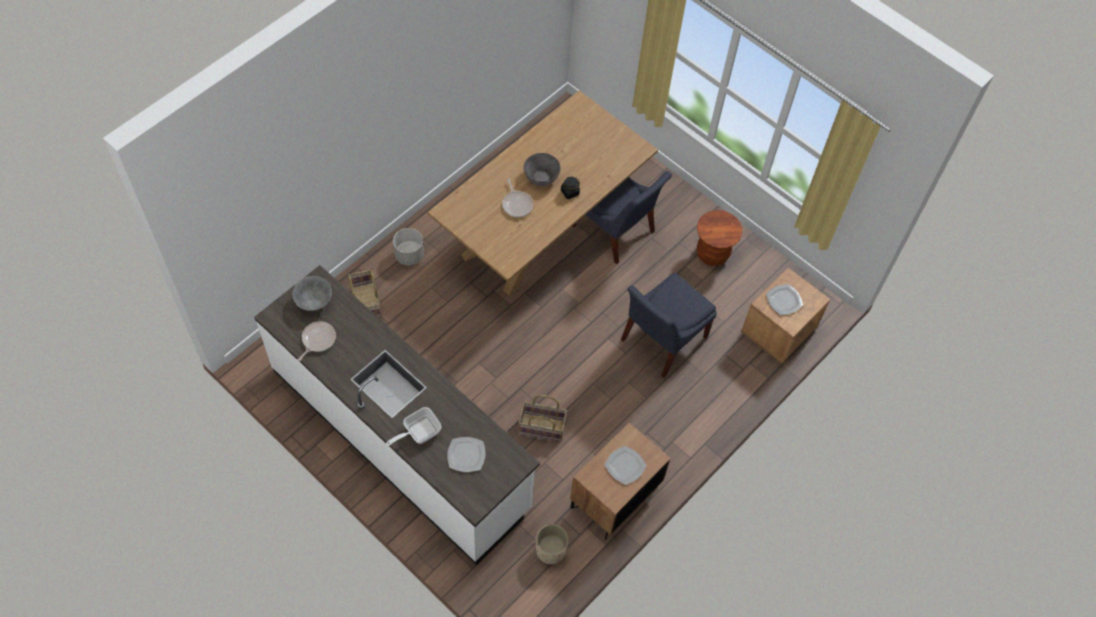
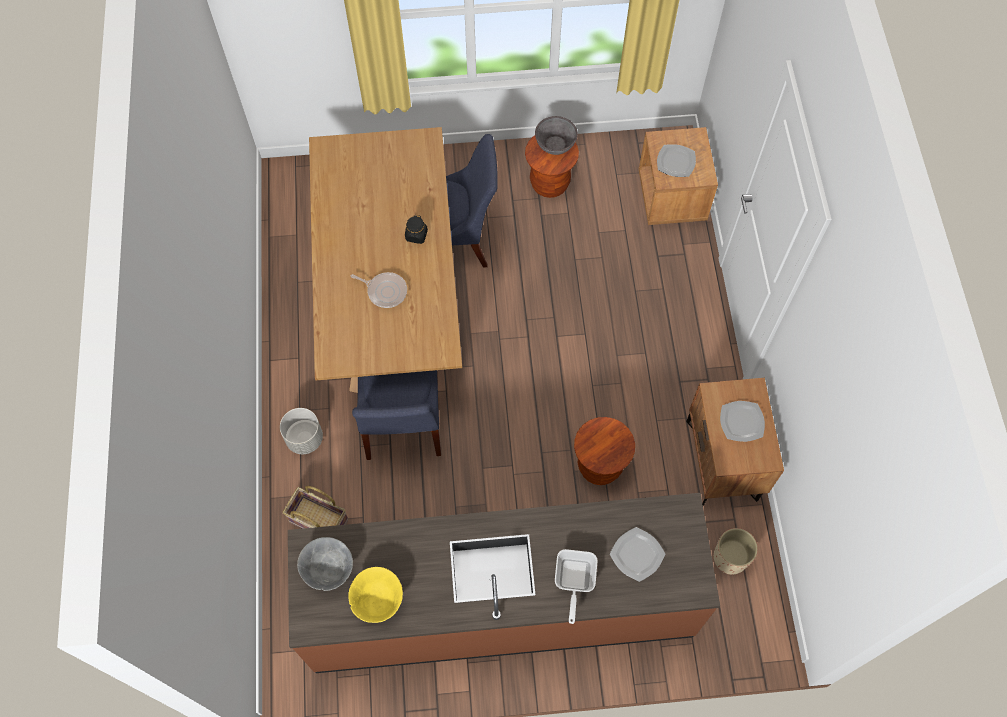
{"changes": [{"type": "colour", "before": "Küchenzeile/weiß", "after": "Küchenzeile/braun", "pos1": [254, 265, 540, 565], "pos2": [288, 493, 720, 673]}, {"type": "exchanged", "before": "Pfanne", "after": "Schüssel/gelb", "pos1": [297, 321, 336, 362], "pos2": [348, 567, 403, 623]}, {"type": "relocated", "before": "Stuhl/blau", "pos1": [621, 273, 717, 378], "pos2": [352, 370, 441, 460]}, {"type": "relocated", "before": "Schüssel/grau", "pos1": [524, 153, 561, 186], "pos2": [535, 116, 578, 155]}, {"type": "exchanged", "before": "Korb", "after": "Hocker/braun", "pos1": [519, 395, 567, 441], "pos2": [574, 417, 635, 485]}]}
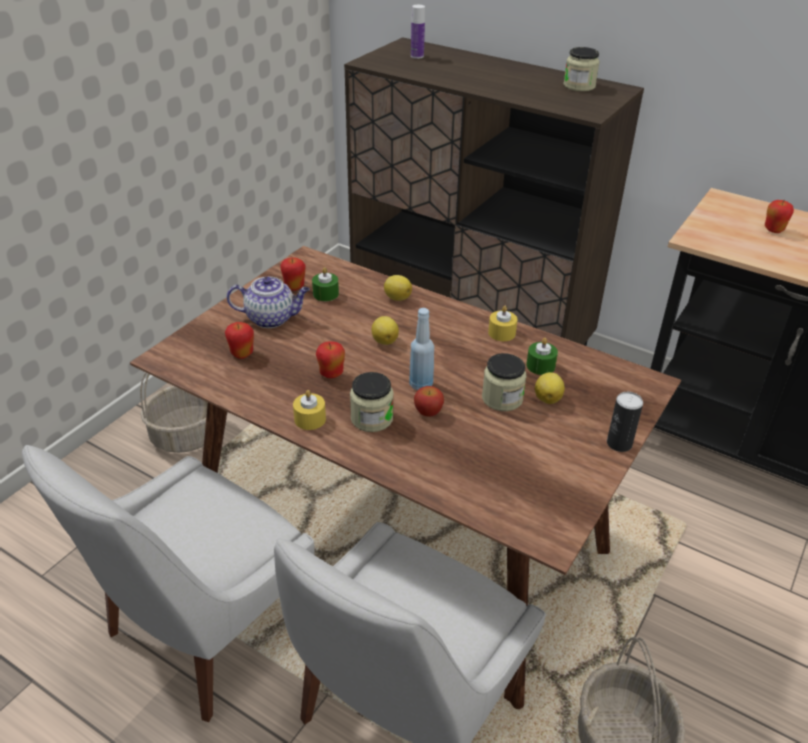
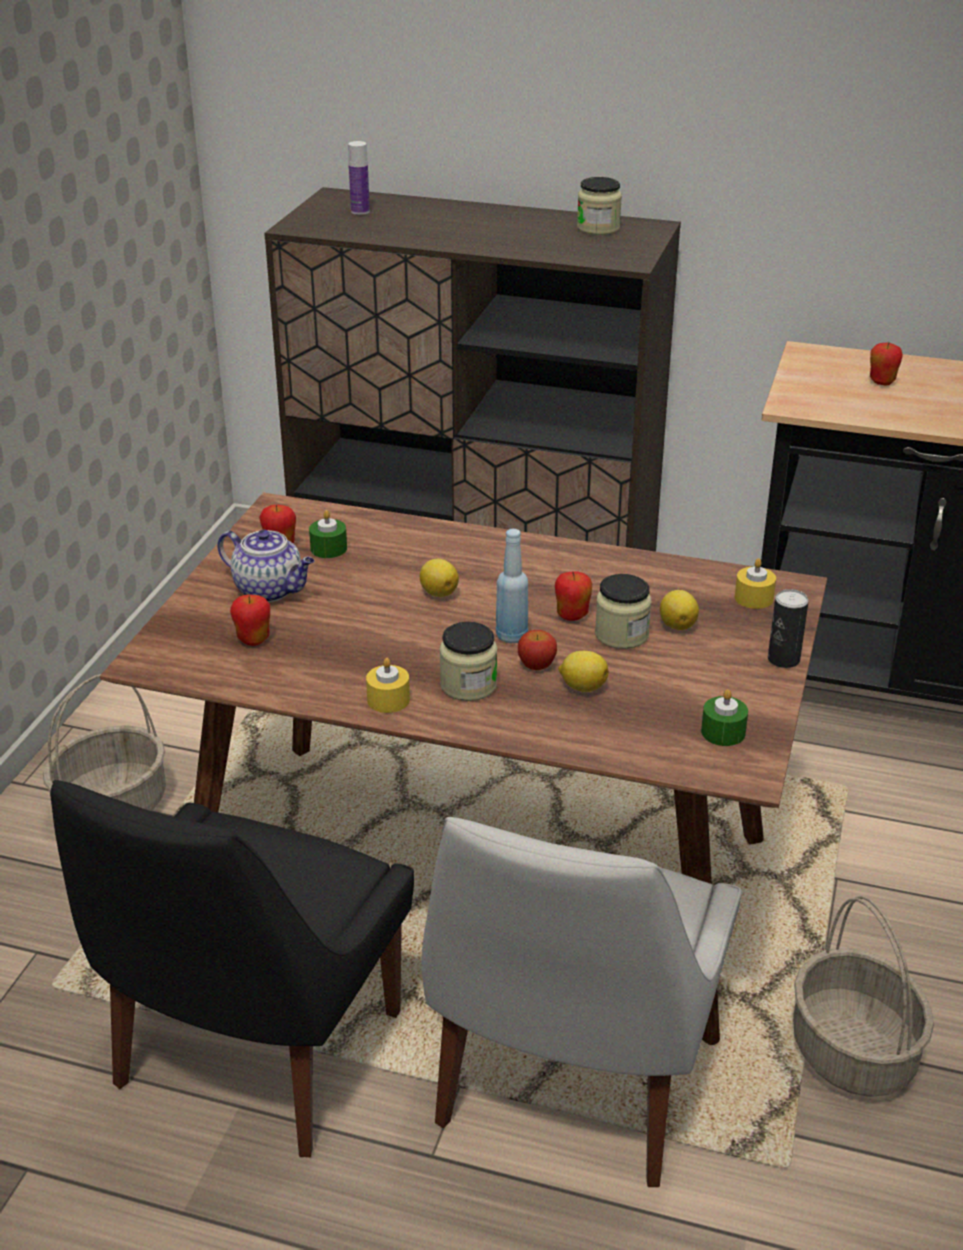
{"changes": [{"type": "colour", "before": "Stuhl/weiß", "after": "Stuhl/schwarz", "pos1": [22, 445, 315, 722], "pos2": [50, 780, 414, 1157]}, {"type": "spun", "before": "Teekanne", "pos1": [227, 277, 310, 328], "pos2": [217, 530, 314, 602], "turn": 45}, {"type": "relocated", "before": "Apfel", "pos1": [316, 342, 345, 378], "pos2": [555, 571, 592, 621]}, {"type": "relocated", "before": "Zitrone", "pos1": [384, 275, 412, 301], "pos2": [558, 651, 609, 692]}, {"type": "relocated", "before": "Kerze/grün", "pos1": [526, 338, 558, 375], "pos2": [701, 689, 748, 746]}, {"type": "relocated", "before": "Kerze/gelb", "pos1": [488, 306, 518, 341], "pos2": [735, 558, 776, 609]}]}
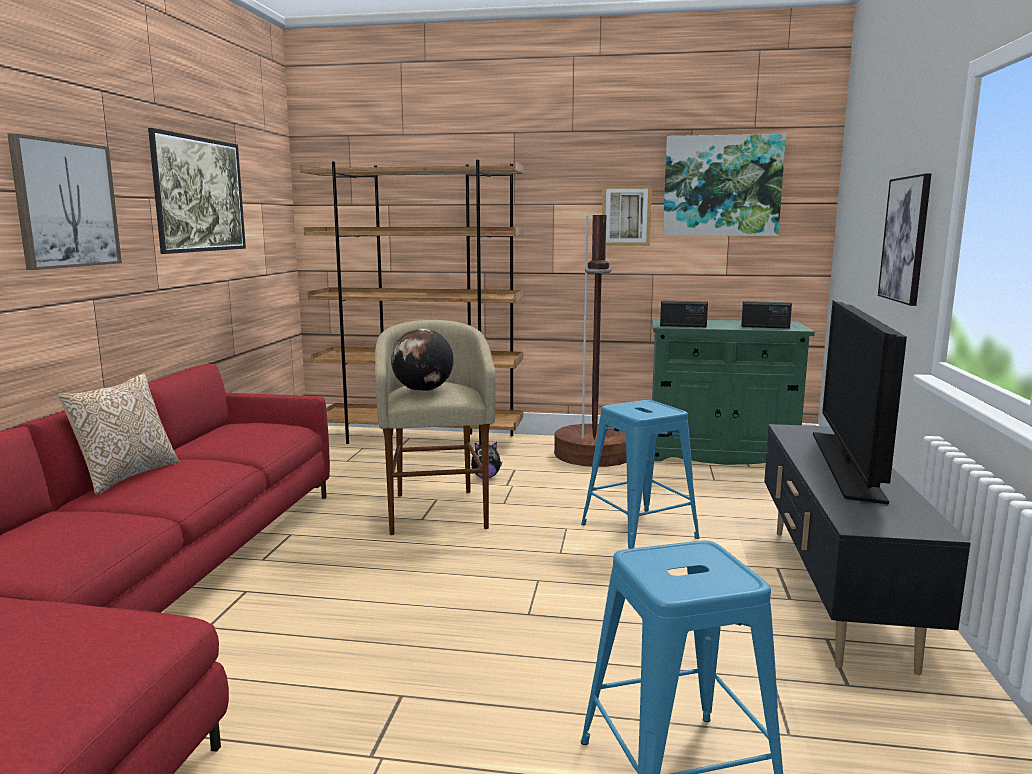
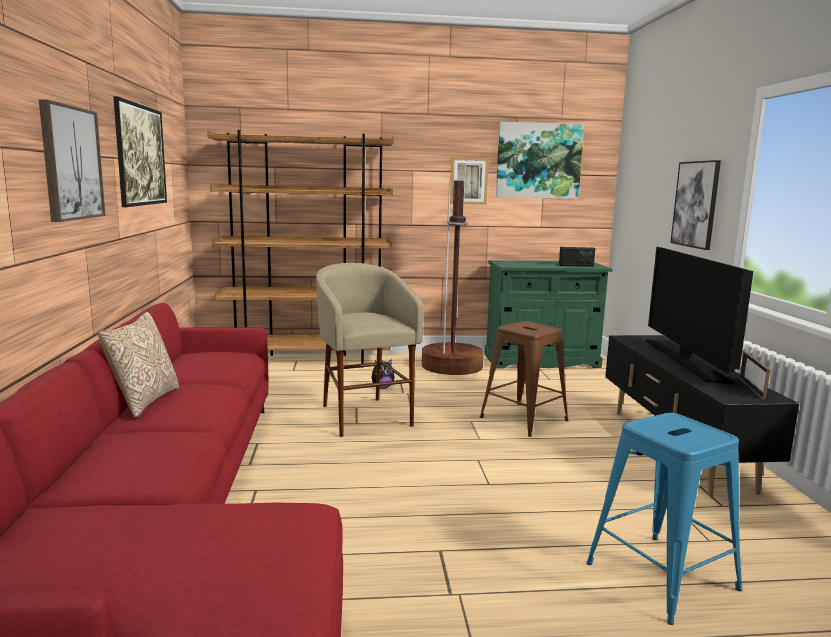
{"changes": [{"type": "colour", "before": "Hocker/blau", "after": "Hocker/braun", "pos1": [581, 400, 700, 549], "pos2": [480, 321, 568, 437]}, {"type": "appeared", "after": "Bilderrahmen", "pos2": [740, 351, 770, 400]}, {"type": "missing", "before": "Globus", "pos1": [391, 329, 454, 391]}, {"type": "missing", "before": "Radio", "pos1": [660, 301, 708, 327]}]}
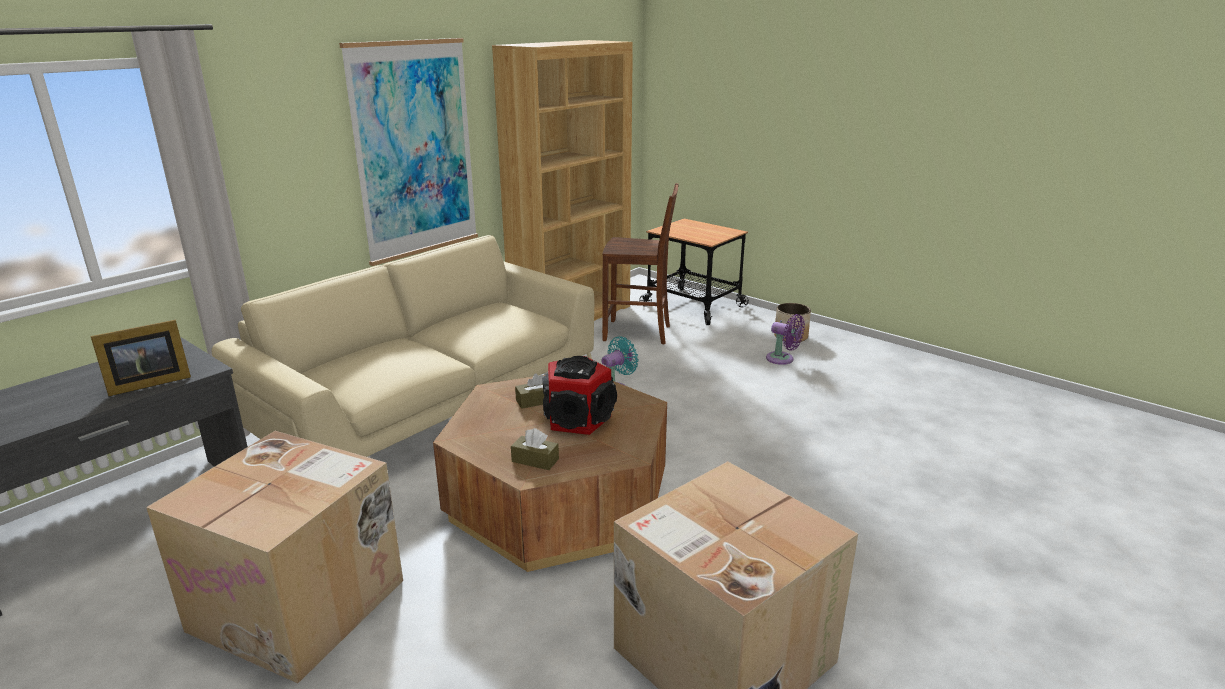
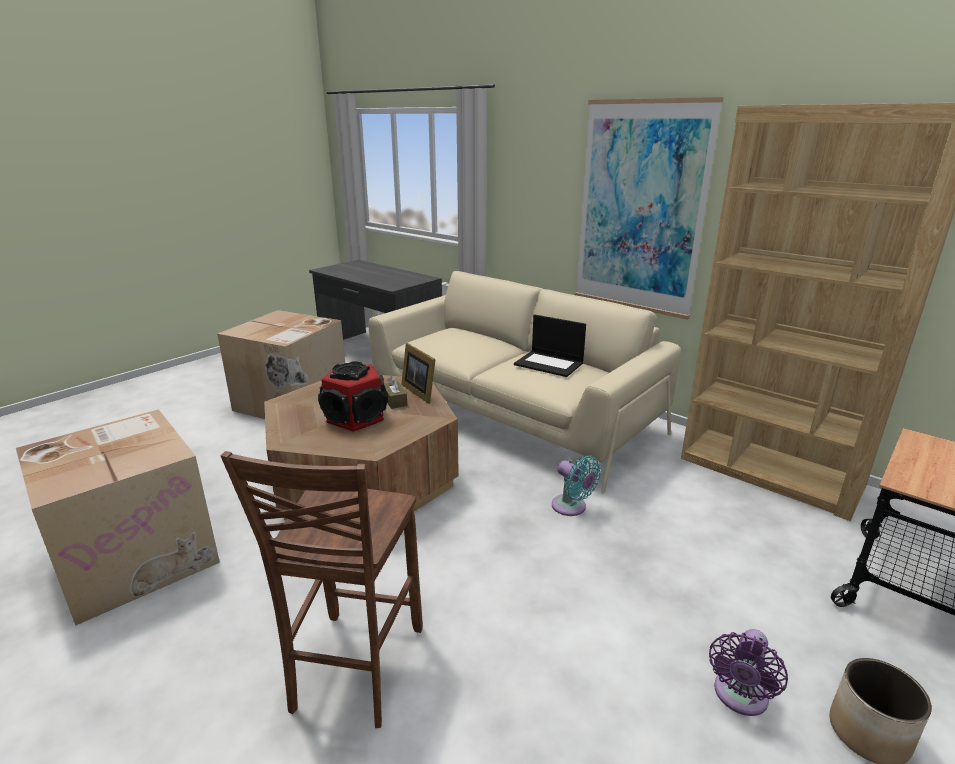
{"changes": [{"type": "relocated", "before": "Stuhl/braun", "pos1": [602, 183, 679, 344], "pos2": [221, 451, 423, 728]}, {"type": "relocated", "before": "Bilderrahmen", "pos1": [91, 320, 191, 396], "pos2": [401, 343, 436, 404]}, {"type": "appeared", "after": "Laptop", "pos2": [514, 314, 586, 377]}, {"type": "missing", "before": "Taschentuchbox/braun", "pos1": [511, 428, 559, 470]}]}
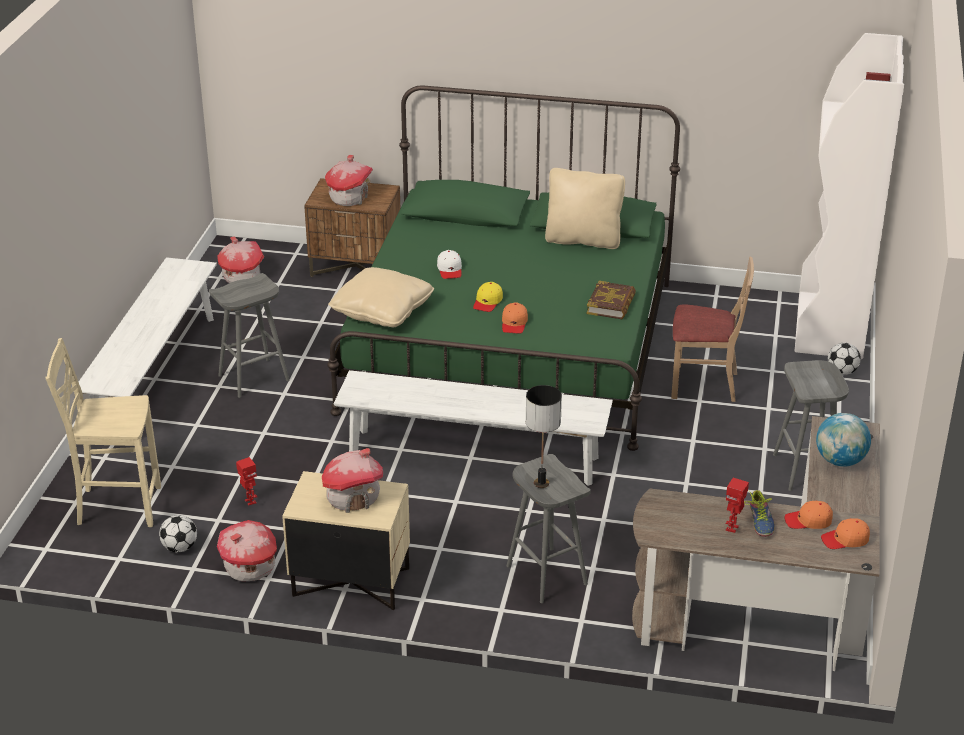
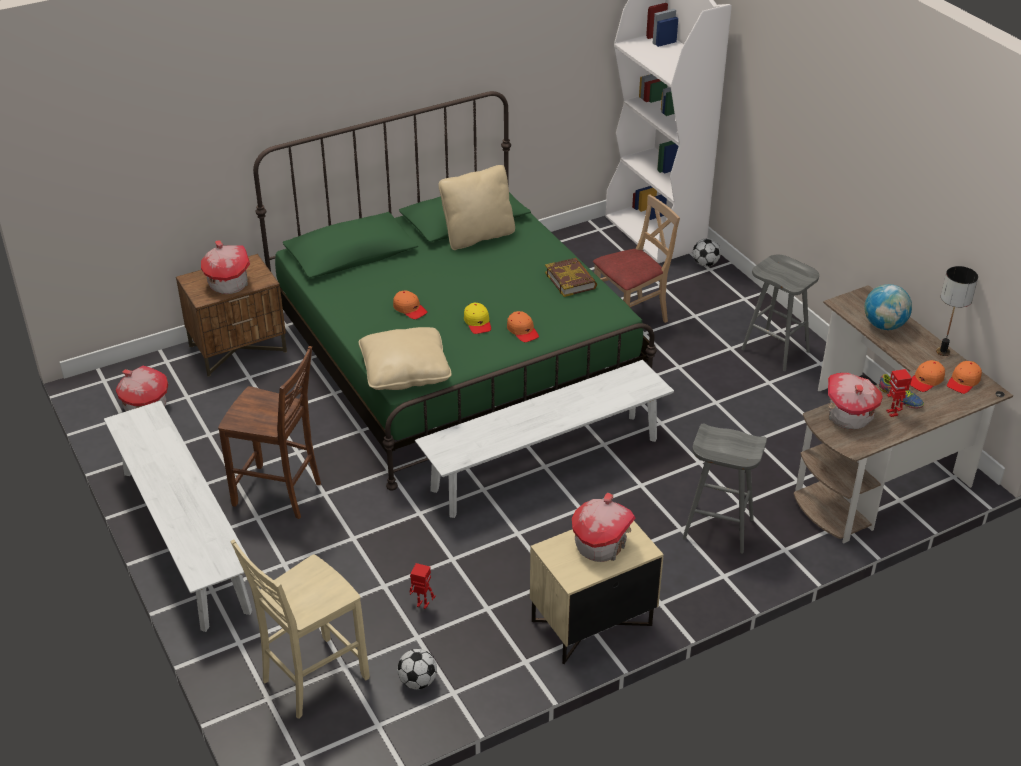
{"changes": [{"type": "exchanged", "before": "Hocker/grau", "after": "Stuhl/braun", "pos1": [209, 273, 289, 398], "pos2": [218, 346, 321, 519]}, {"type": "colour", "before": "Kappe/weiß", "after": "Kappe/orange", "pos1": [437, 250, 462, 279], "pos2": [393, 290, 427, 319]}, {"type": "relocated", "before": "Spielzeughaus", "pos1": [217, 520, 277, 581], "pos2": [828, 373, 883, 429]}, {"type": "relocated", "before": "Tischlampe", "pos1": [526, 385, 562, 488], "pos2": [936, 266, 978, 356]}]}
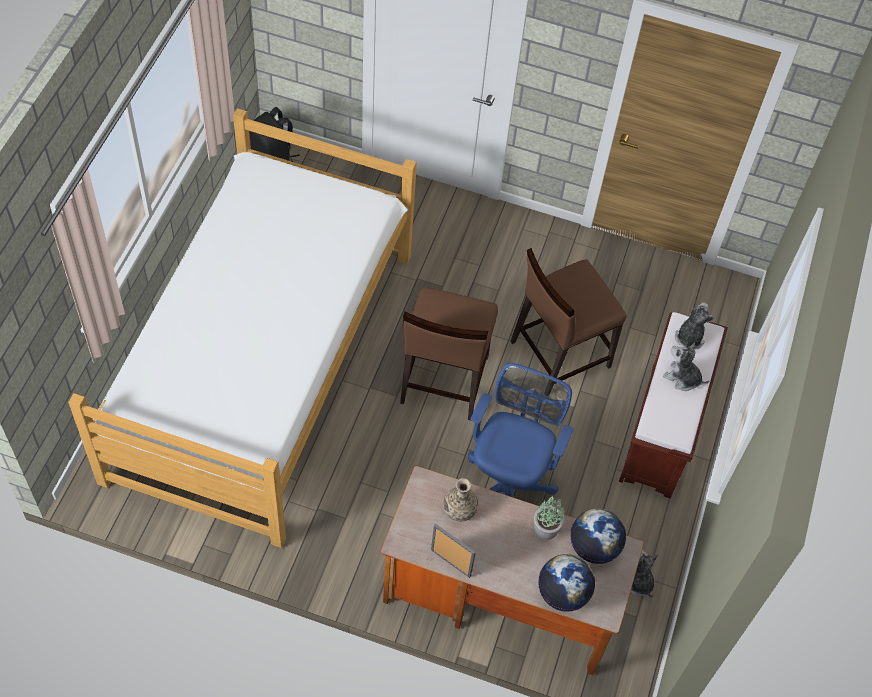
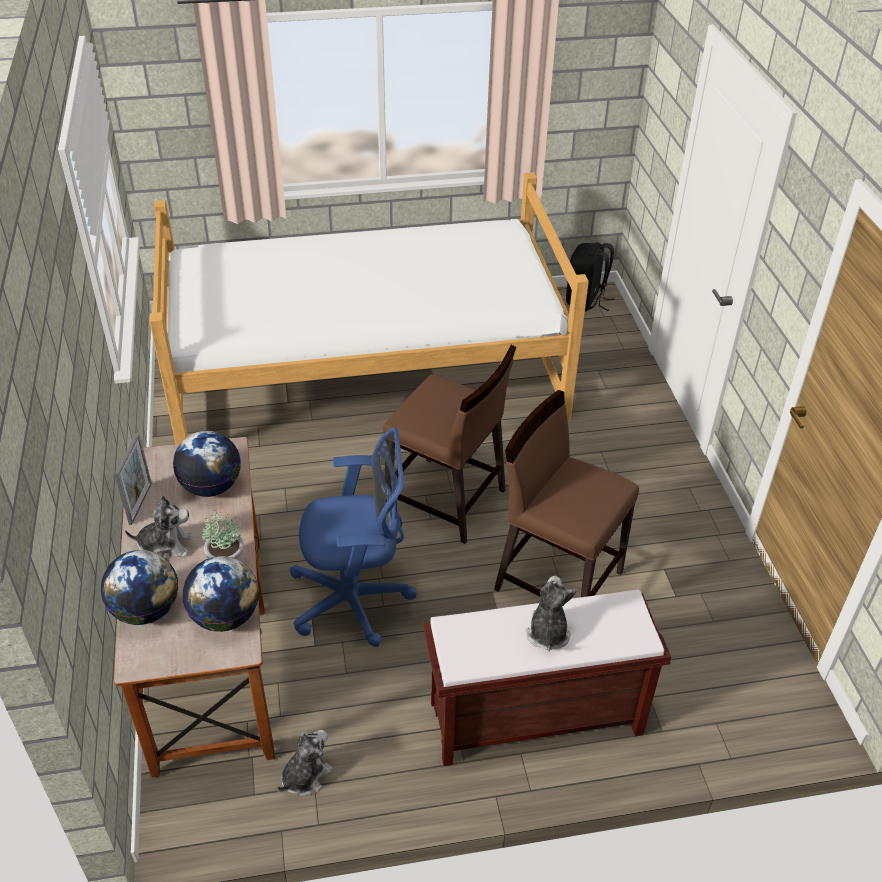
{"changes": [{"type": "relocated", "before": "Plüschtier", "pos1": [675, 303, 715, 350], "pos2": [125, 495, 192, 560]}, {"type": "exchanged", "before": "Vase", "after": "Globus", "pos1": [443, 478, 478, 521], "pos2": [173, 431, 241, 497]}, {"type": "spun", "before": "Stuhl/braun", "pos1": [400, 287, 498, 421], "pos2": [383, 345, 516, 544], "turn": -135}]}
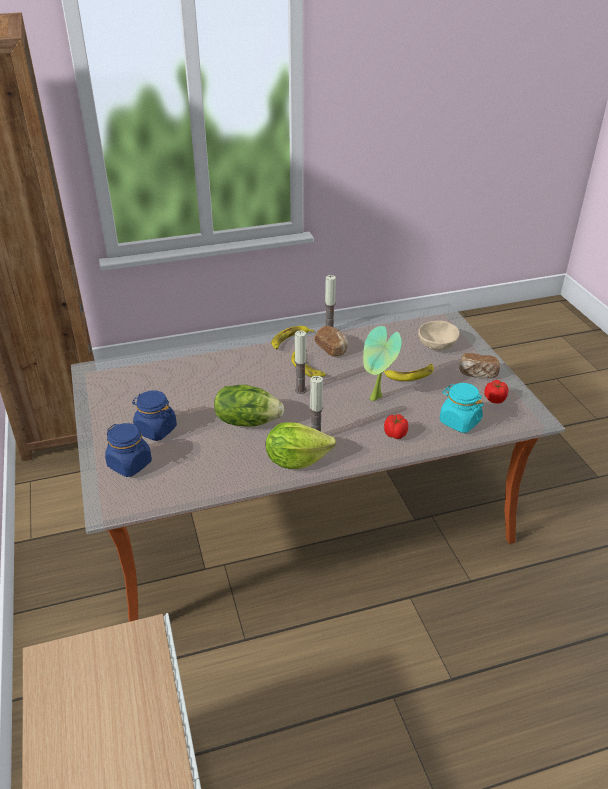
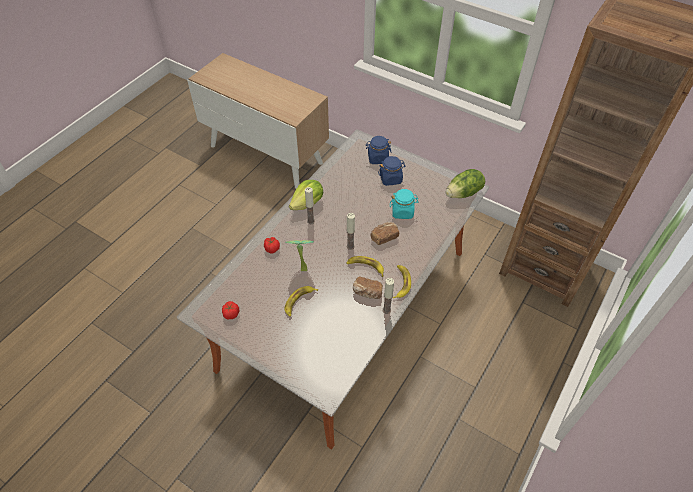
{"changes": [{"type": "relocated", "before": "Brot", "pos1": [459, 353, 500, 378], "pos2": [371, 222, 399, 245]}, {"type": "relocated", "before": "Vorratsglas/türkis", "pos1": [440, 383, 484, 433], "pos2": [390, 189, 418, 219]}, {"type": "relocated", "before": "Salatkopf", "pos1": [214, 385, 284, 427], "pos2": [446, 169, 485, 198]}, {"type": "missing", "before": "Schüssel/beige", "pos1": [418, 321, 459, 350]}]}
